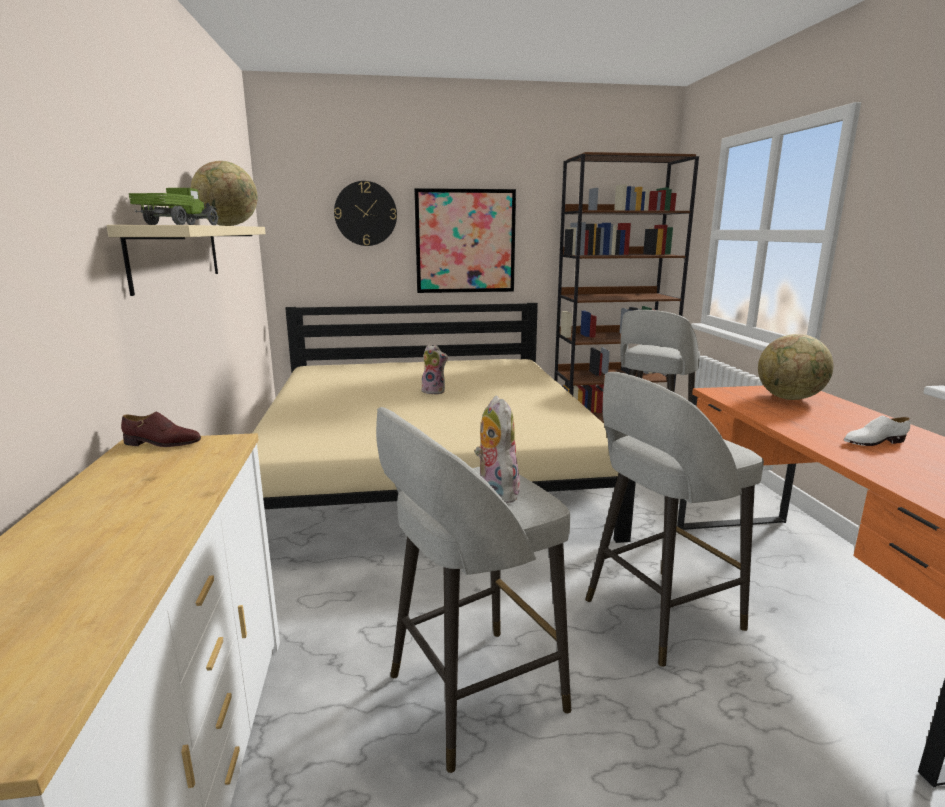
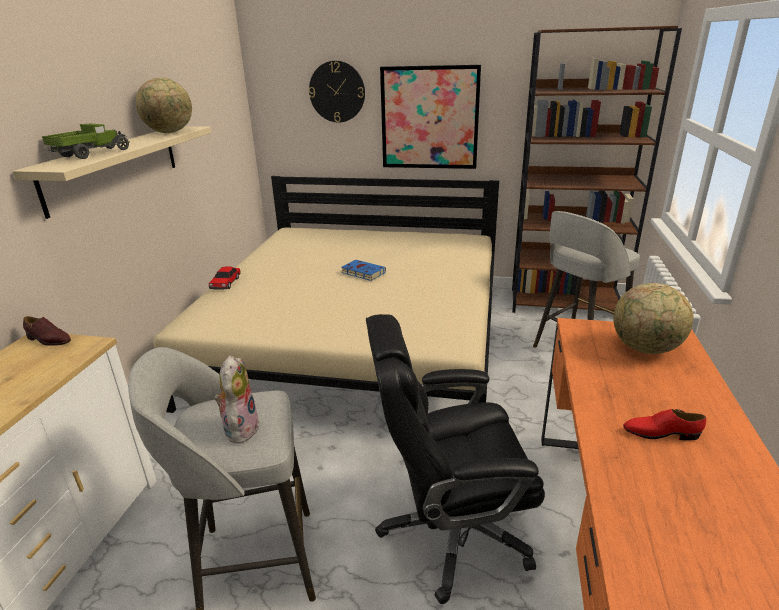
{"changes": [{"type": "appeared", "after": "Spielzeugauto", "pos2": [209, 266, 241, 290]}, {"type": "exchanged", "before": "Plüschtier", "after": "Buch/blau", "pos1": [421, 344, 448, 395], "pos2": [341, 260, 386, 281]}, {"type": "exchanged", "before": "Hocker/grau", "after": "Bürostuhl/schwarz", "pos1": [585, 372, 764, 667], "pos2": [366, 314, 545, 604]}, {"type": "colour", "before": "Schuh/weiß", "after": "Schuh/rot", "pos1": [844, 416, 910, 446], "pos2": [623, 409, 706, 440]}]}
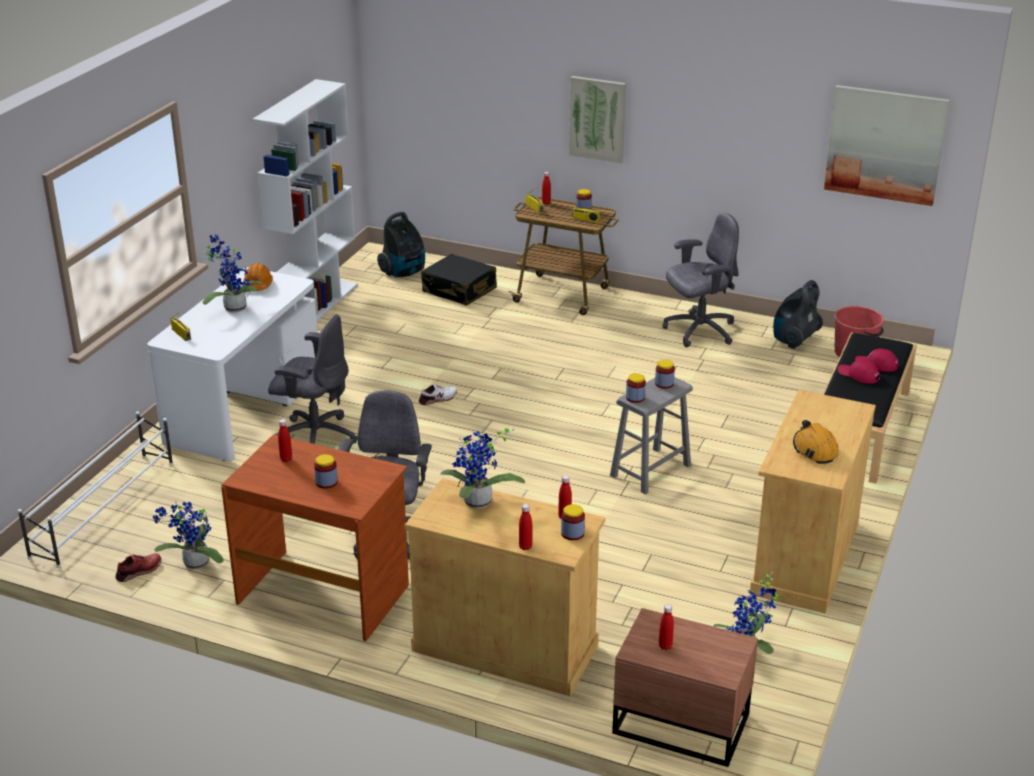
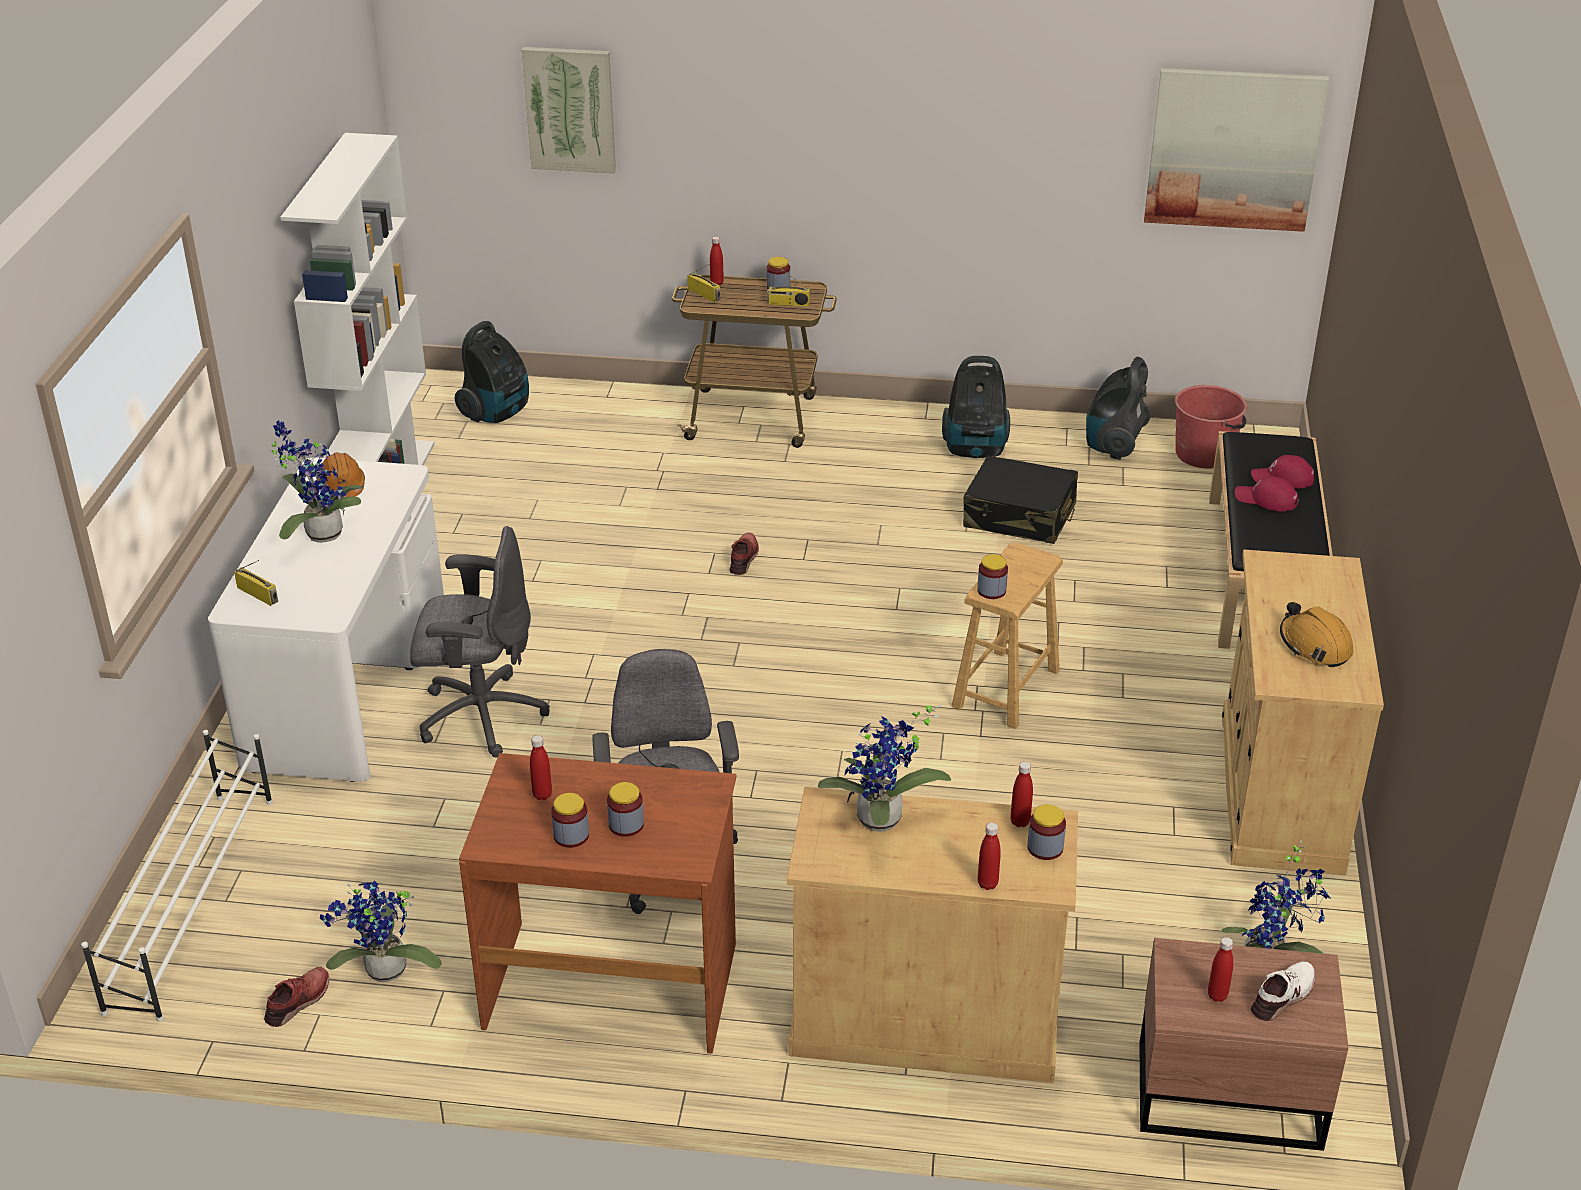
{"changes": [{"type": "relocated", "before": "Bild", "pos1": [569, 76, 626, 163], "pos2": [522, 47, 616, 173]}, {"type": "relocated", "before": "Vorratsglas", "pos1": [655, 360, 675, 389], "pos2": [551, 793, 589, 848]}, {"type": "appeared", "after": "Schuh/rot", "pos2": [730, 532, 759, 575]}, {"type": "exchanged", "before": "Bürostuhl/grau", "after": "Staubsauger", "pos1": [663, 212, 739, 347], "pos2": [942, 356, 1010, 458]}, {"type": "colour", "before": "Hocker/grau", "after": "Hocker/braun", "pos1": [610, 377, 693, 495], "pos2": [952, 542, 1063, 729]}, {"type": "relocated", "before": "Koffer/schwarz", "pos1": [421, 254, 497, 306], "pos2": [963, 455, 1078, 544]}, {"type": "relocated", "before": "Schuh/weiß", "pos1": [419, 384, 457, 405], "pos2": [1251, 961, 1315, 1021]}]}
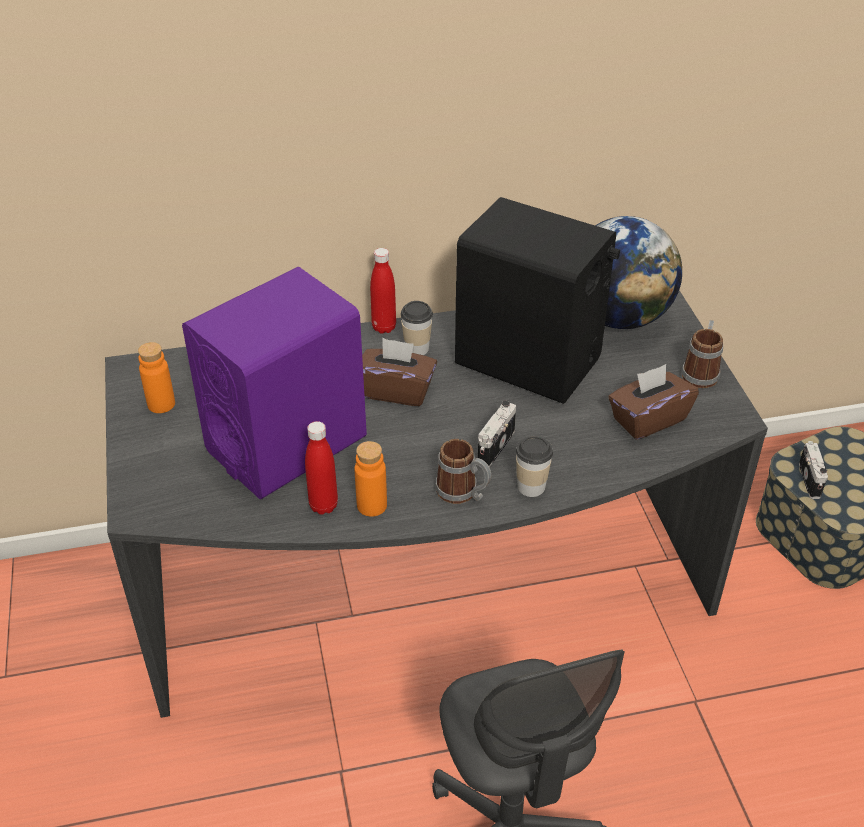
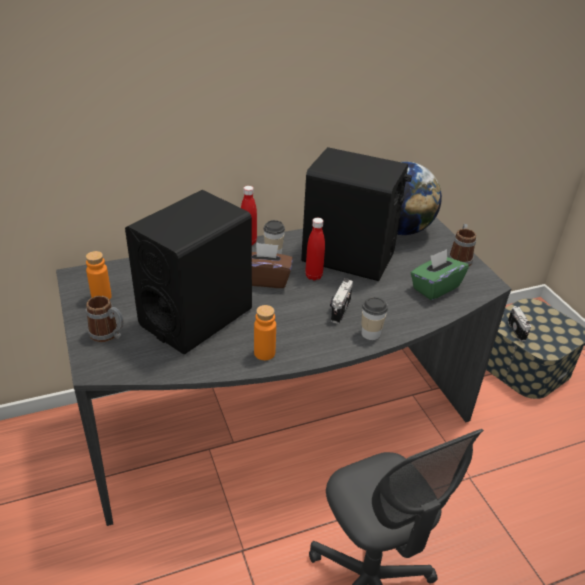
{"changes": [{"type": "relocated", "before": "Henkelbecher", "pos1": [435, 439, 491, 504], "pos2": [86, 296, 124, 342]}, {"type": "colour", "before": "Lautsprecher/lila", "after": "Lautsprecher/schwarz", "pos1": [182, 267, 367, 499], "pos2": [125, 190, 252, 354]}, {"type": "relocated", "before": "Flasche/rot", "pos1": [305, 421, 338, 515], "pos2": [305, 218, 325, 281]}, {"type": "colour", "before": "Taschentuchbox/braun", "after": "Taschentuchbox/grün", "pos1": [608, 364, 699, 440], "pos2": [411, 249, 469, 300]}]}
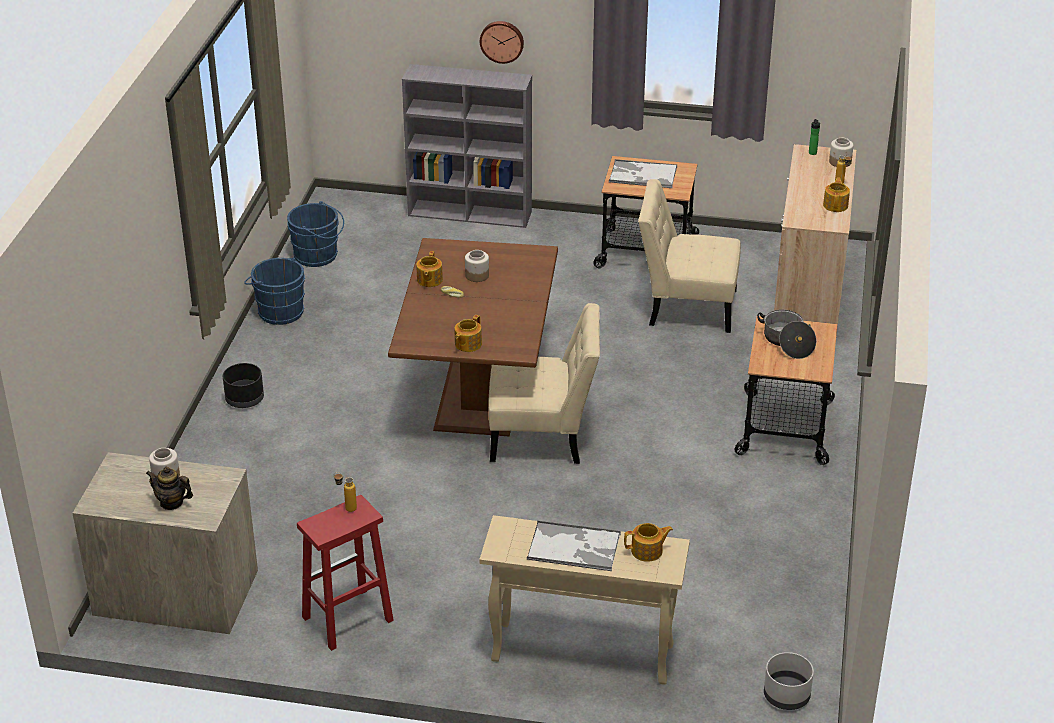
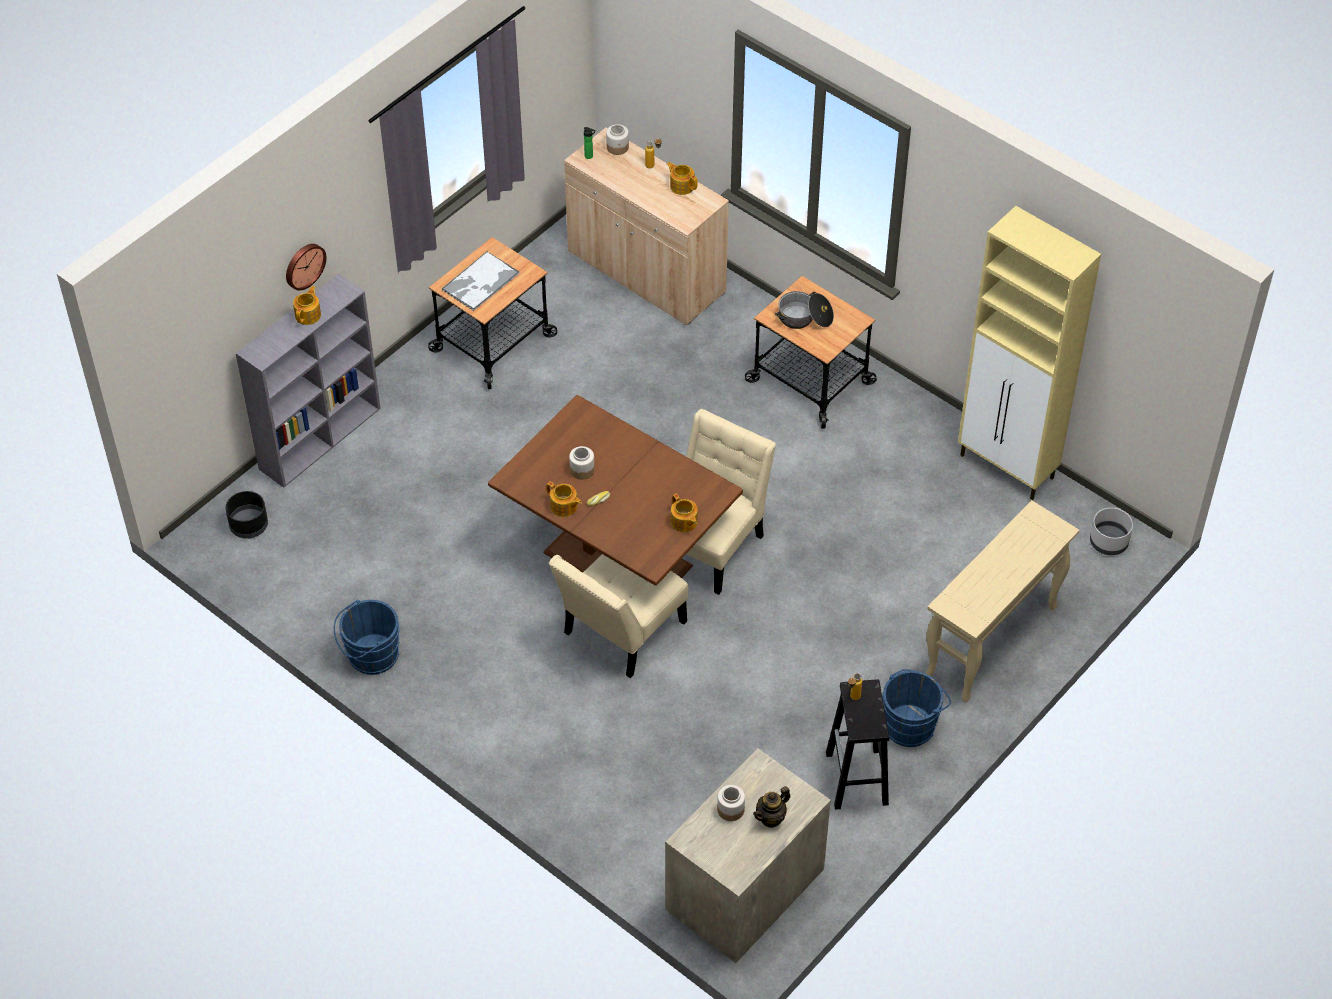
{"changes": [{"type": "relocated", "before": "Pflanzkübel/schwarz", "pos1": [223, 363, 264, 408], "pos2": [226, 491, 268, 538]}, {"type": "relocated", "before": "Teekanne", "pos1": [624, 523, 673, 562], "pos2": [293, 286, 321, 325]}, {"type": "relocated", "before": "Stuhl/beige", "pos1": [638, 179, 741, 333], "pos2": [549, 554, 688, 678]}, {"type": "colour", "before": "Hocker/rot", "after": "Hocker/schwarz", "pos1": [297, 495, 394, 651], "pos2": [826, 679, 889, 810]}, {"type": "relocated", "before": "Eimer/blau", "pos1": [287, 201, 344, 267], "pos2": [882, 669, 951, 747]}, {"type": "appeared", "after": "Schrank/beige", "pos2": [958, 206, 1101, 500]}, {"type": "missing", "before": "Tablett", "pos1": [527, 521, 621, 571]}]}
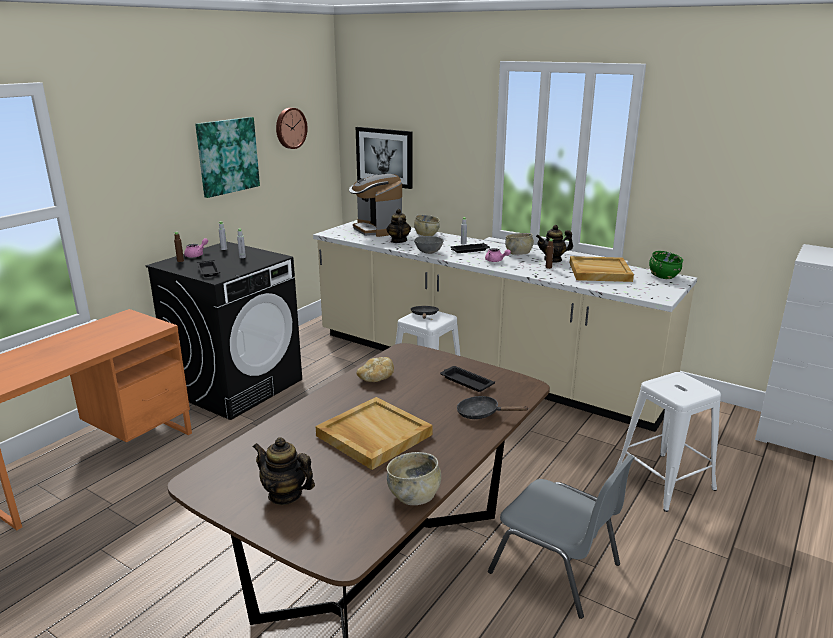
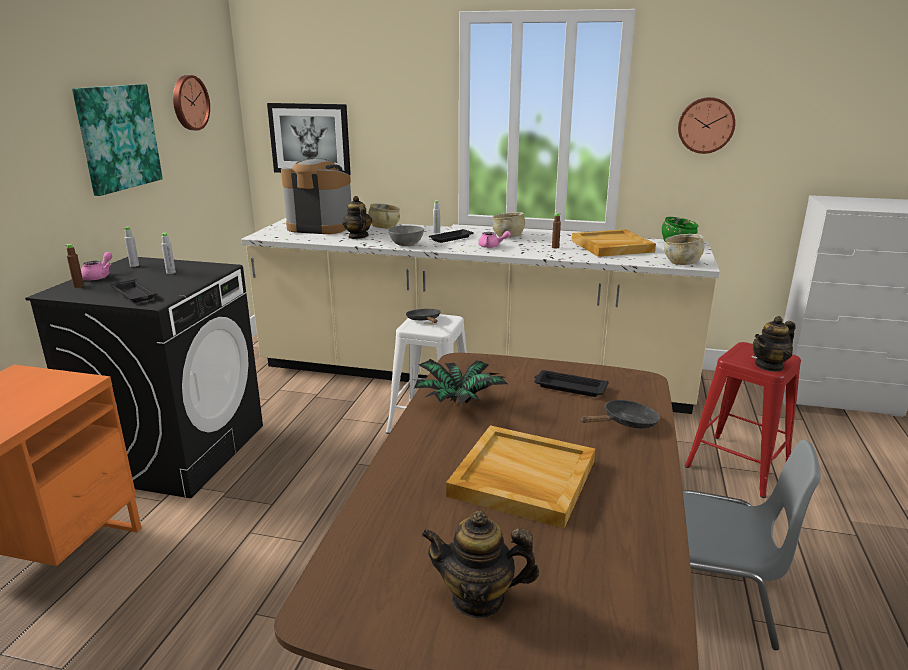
{"changes": [{"type": "spun", "before": "Kaffeemaschine", "pos1": [349, 174, 402, 237], "pos2": [281, 159, 351, 234], "turn": 150}, {"type": "exchanged", "before": "Brot", "after": "Topfpflanze", "pos1": [357, 357, 394, 382], "pos2": [414, 359, 508, 404]}, {"type": "spun", "before": "Pfanne/schwarz", "pos1": [457, 396, 529, 419], "pos2": [580, 400, 660, 429], "turn": 150}, {"type": "relocated", "before": "Schüssel/beige", "pos1": [387, 452, 441, 505], "pos2": [664, 234, 705, 265]}, {"type": "appeared", "after": "Wanduhr", "pos2": [678, 97, 736, 154]}, {"type": "colour", "before": "Hocker/weiß", "after": "Hocker/rot", "pos1": [614, 372, 721, 512], "pos2": [684, 342, 801, 498]}, {"type": "relocated", "before": "Teekanne", "pos1": [536, 225, 573, 263], "pos2": [752, 316, 795, 372]}]}
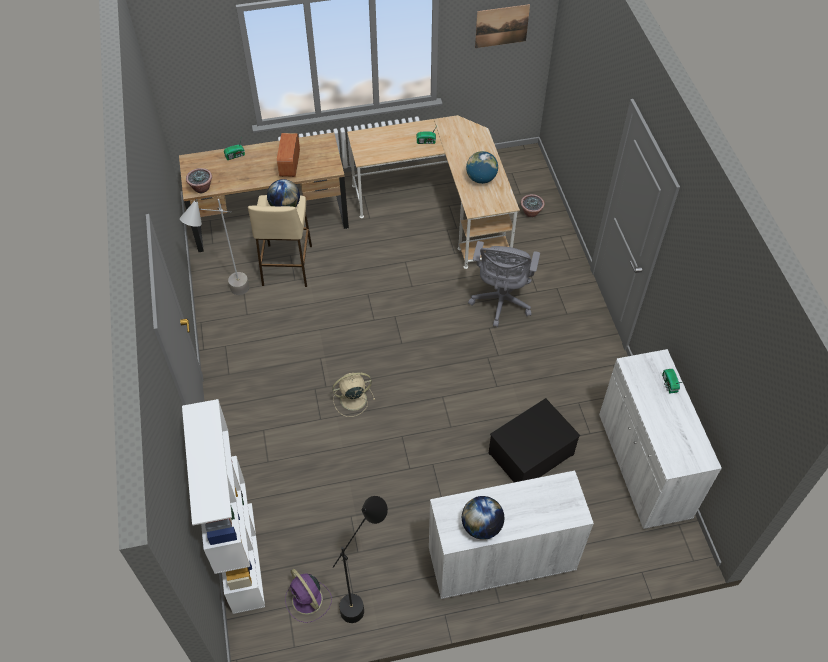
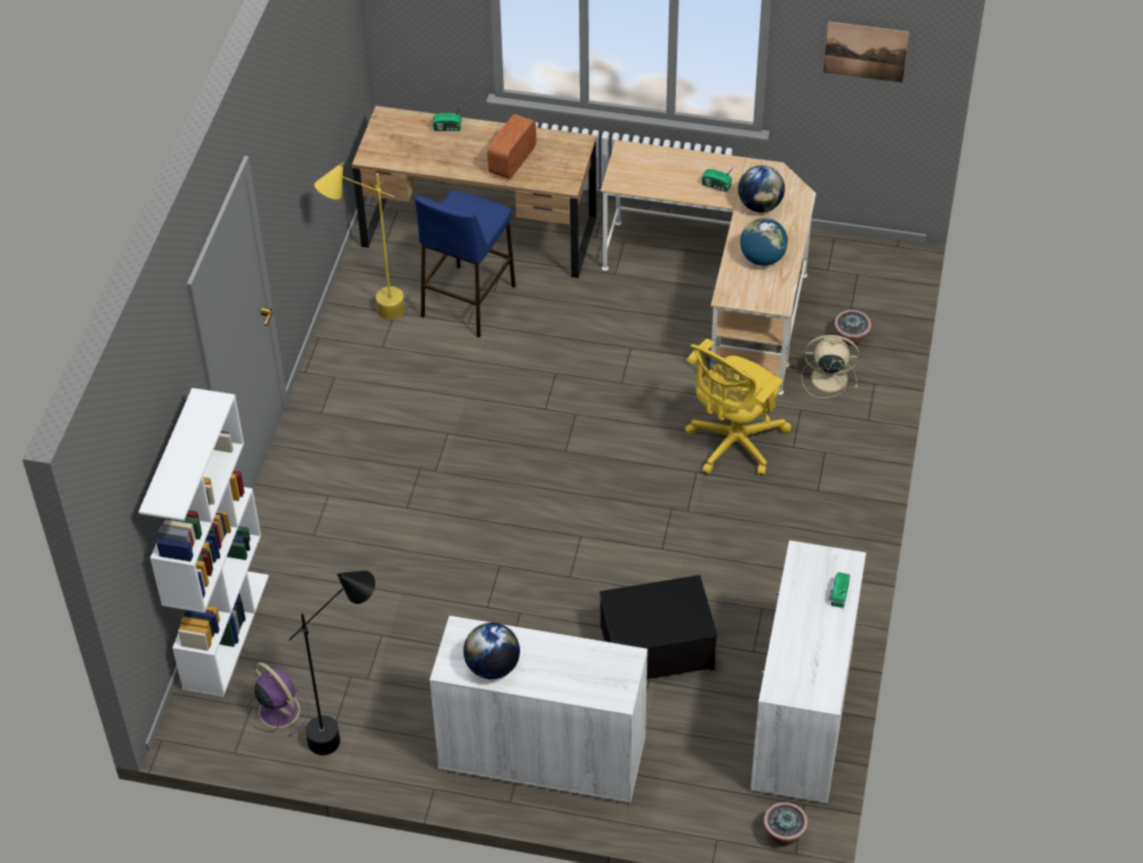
{"changes": [{"type": "spun", "before": "Ventilator/lila", "pos1": [285, 569, 332, 623], "pos2": [246, 662, 310, 737], "turn": 150}, {"type": "colour", "before": "Stehlampe/grau", "after": "Stehlampe/gelb", "pos1": [180, 199, 249, 295], "pos2": [314, 162, 405, 320]}, {"type": "colour", "before": "Hocker/beige", "after": "Hocker/blau", "pos1": [248, 195, 312, 287], "pos2": [415, 190, 516, 337]}, {"type": "colour", "before": "Bürostuhl/grau", "after": "Bürostuhl/gelb", "pos1": [468, 241, 540, 327], "pos2": [685, 339, 791, 475]}, {"type": "relocated", "before": "Globus", "pos1": [267, 179, 300, 207], "pos2": [738, 166, 785, 212]}, {"type": "relocated", "before": "Topfpflanze", "pos1": [186, 168, 212, 193], "pos2": [763, 802, 808, 845]}, {"type": "relocated", "before": "Ventilator/beige", "pos1": [332, 373, 375, 417], "pos2": [802, 335, 860, 398]}]}
